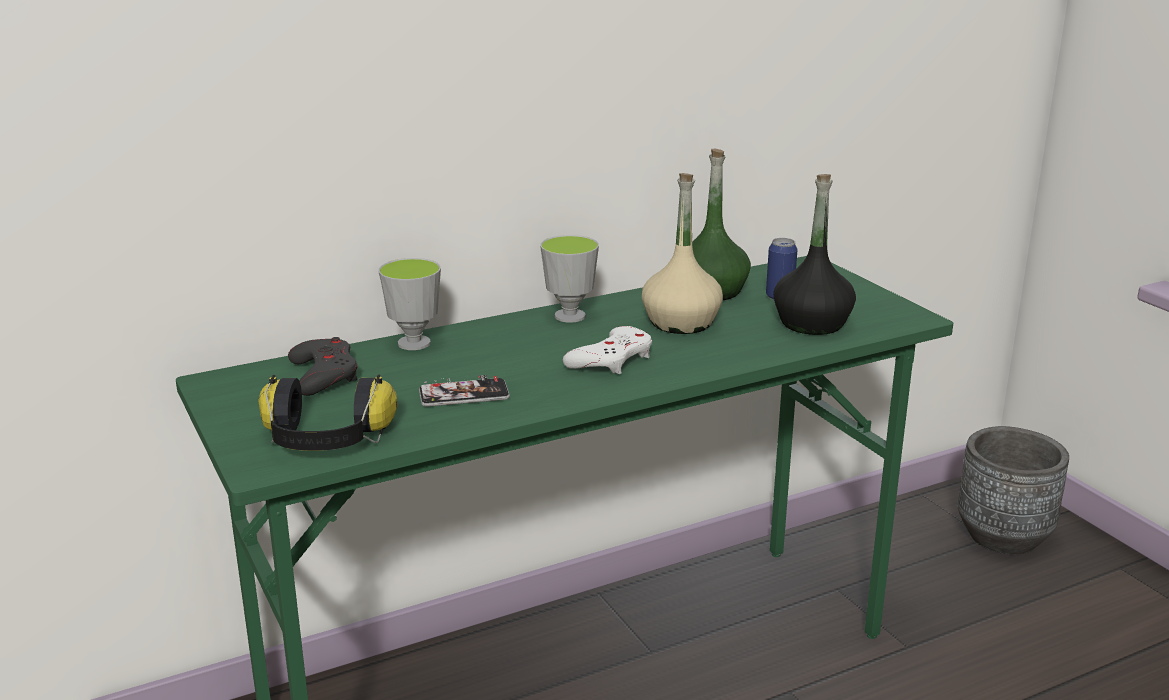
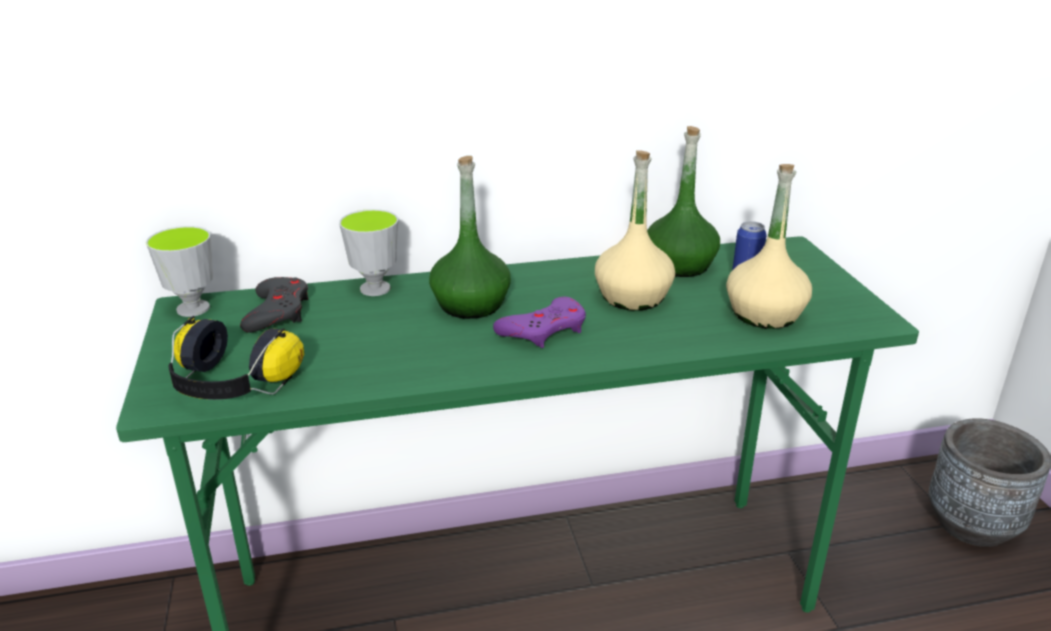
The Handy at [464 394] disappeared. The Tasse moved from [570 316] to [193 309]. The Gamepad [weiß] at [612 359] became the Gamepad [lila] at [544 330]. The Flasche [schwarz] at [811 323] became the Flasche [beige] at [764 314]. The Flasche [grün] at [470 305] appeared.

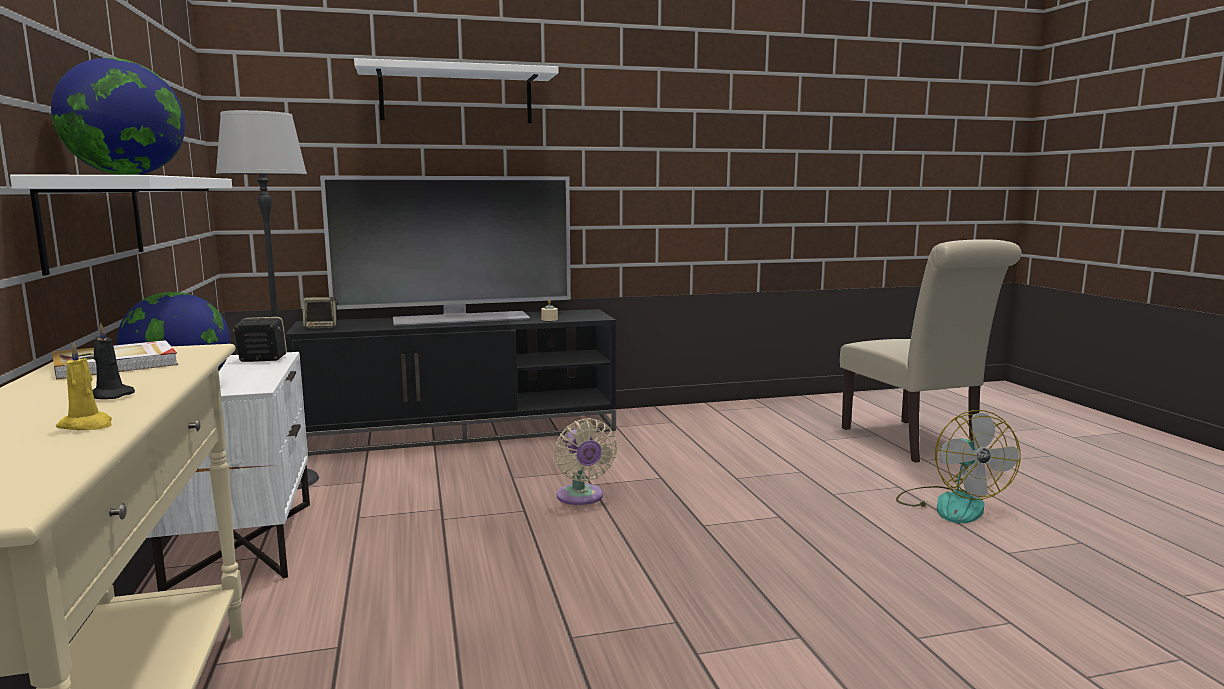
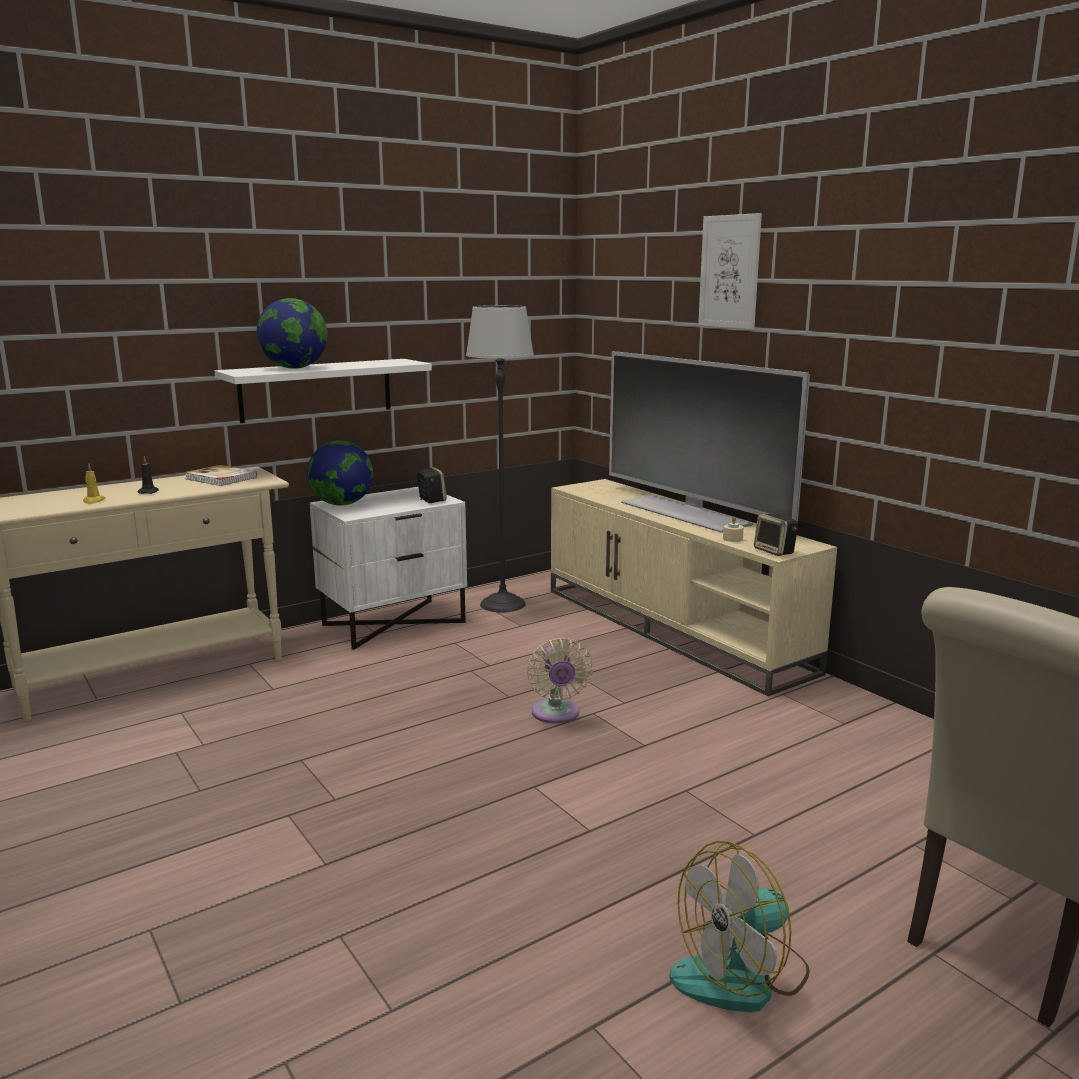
The Fernsehschrank [schwarz] at [463 431] became the Fernsehschrank [beige] at [675 629]. The Lautsprecher moved from [322 327] to [775 551]. The Wandregal [weiß] at [456 96] was replaced by the Bild at [729 272]. The Ventilator [beige] at [581 498] turned 60 degrees counterclockwise.

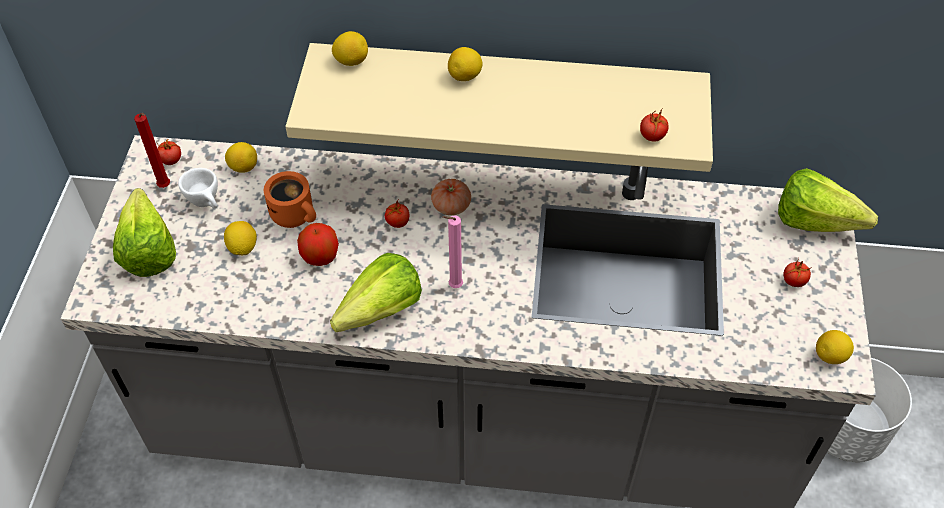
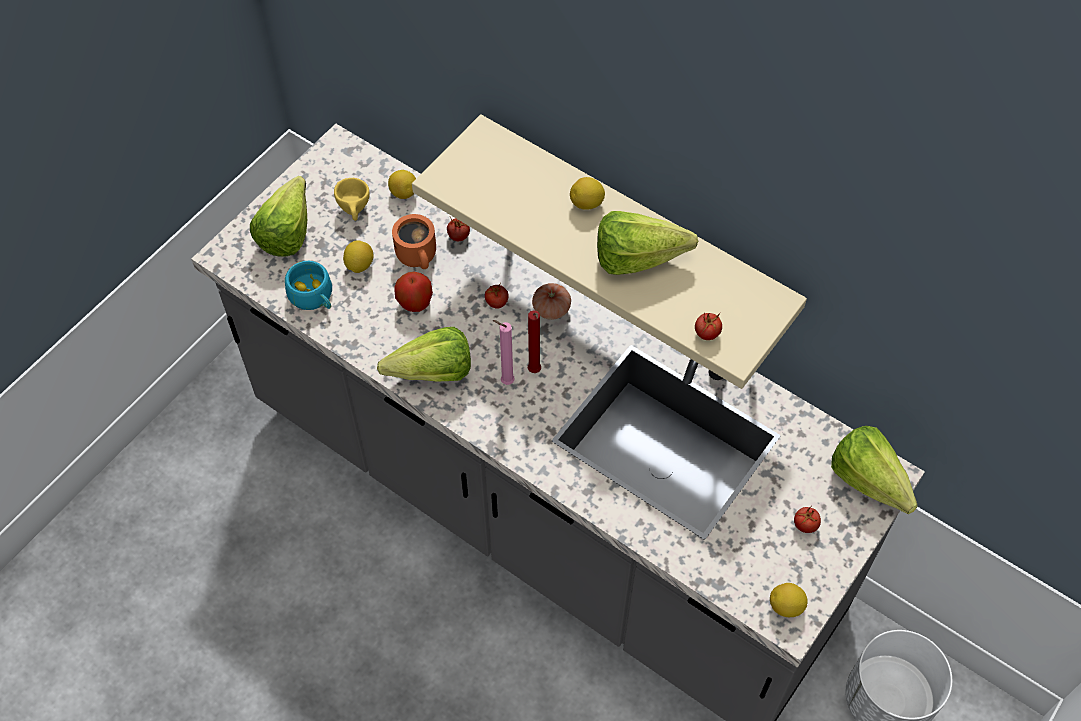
The Kerze [rot] moved from [165 187] to [534 372]. The Tomate moved from [171 160] to [459 236]. The Tasse [weiß] at [207 203] became the Tasse [gelb] at [355 212]. The Zitrone at [351 61] disappeared. The Tasse [türkis] at [314 297] appeared. The Salatkopf at [645 261] appeared.

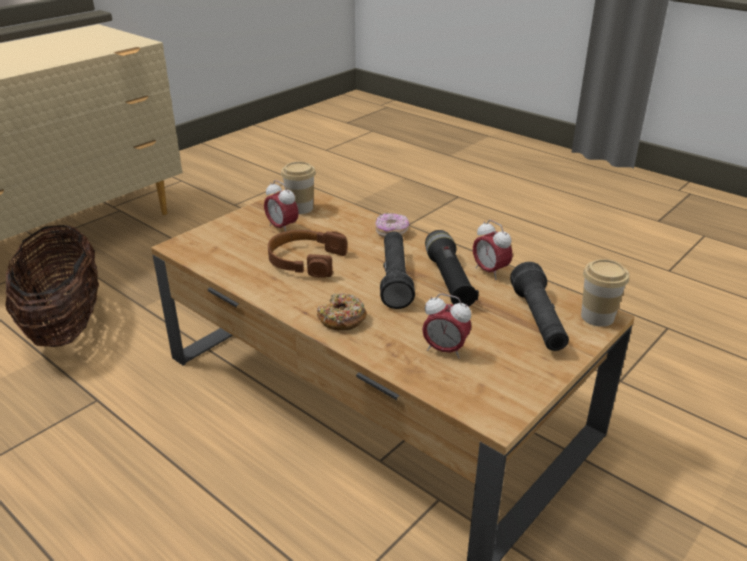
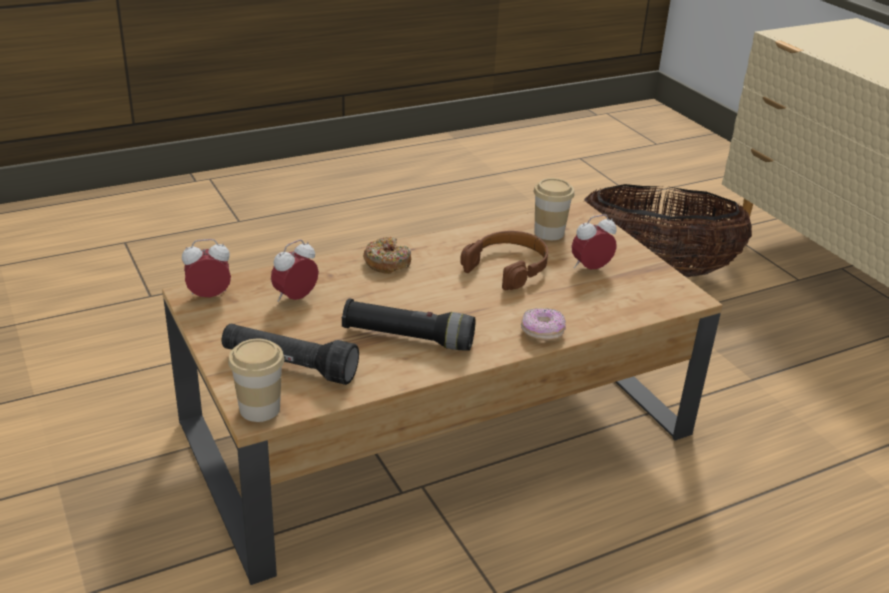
The Tasse moved from [300 208] to [549 233]. The Taschenlampe [schwarz] at [395 279] disappeared. The Wecker moved from [490 272] to [209 296].

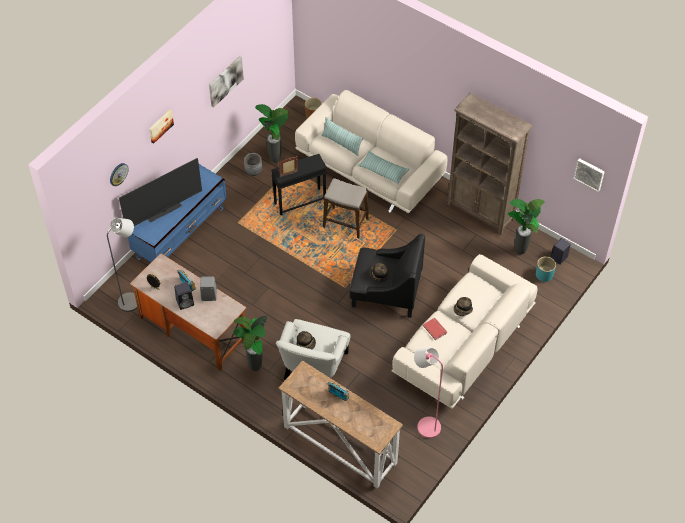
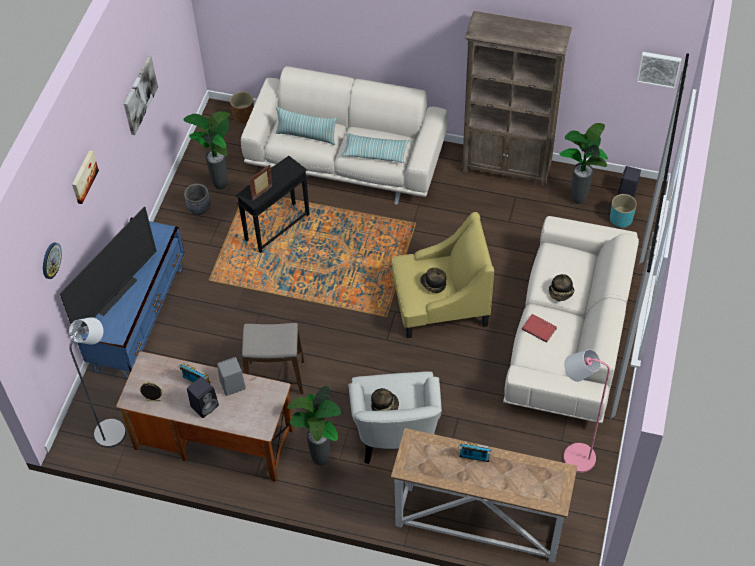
The Hocker moved from [345 223] to [275 378]. The Sessel [schwarz] at [386 292] became the Sessel [gelb] at [440 304].

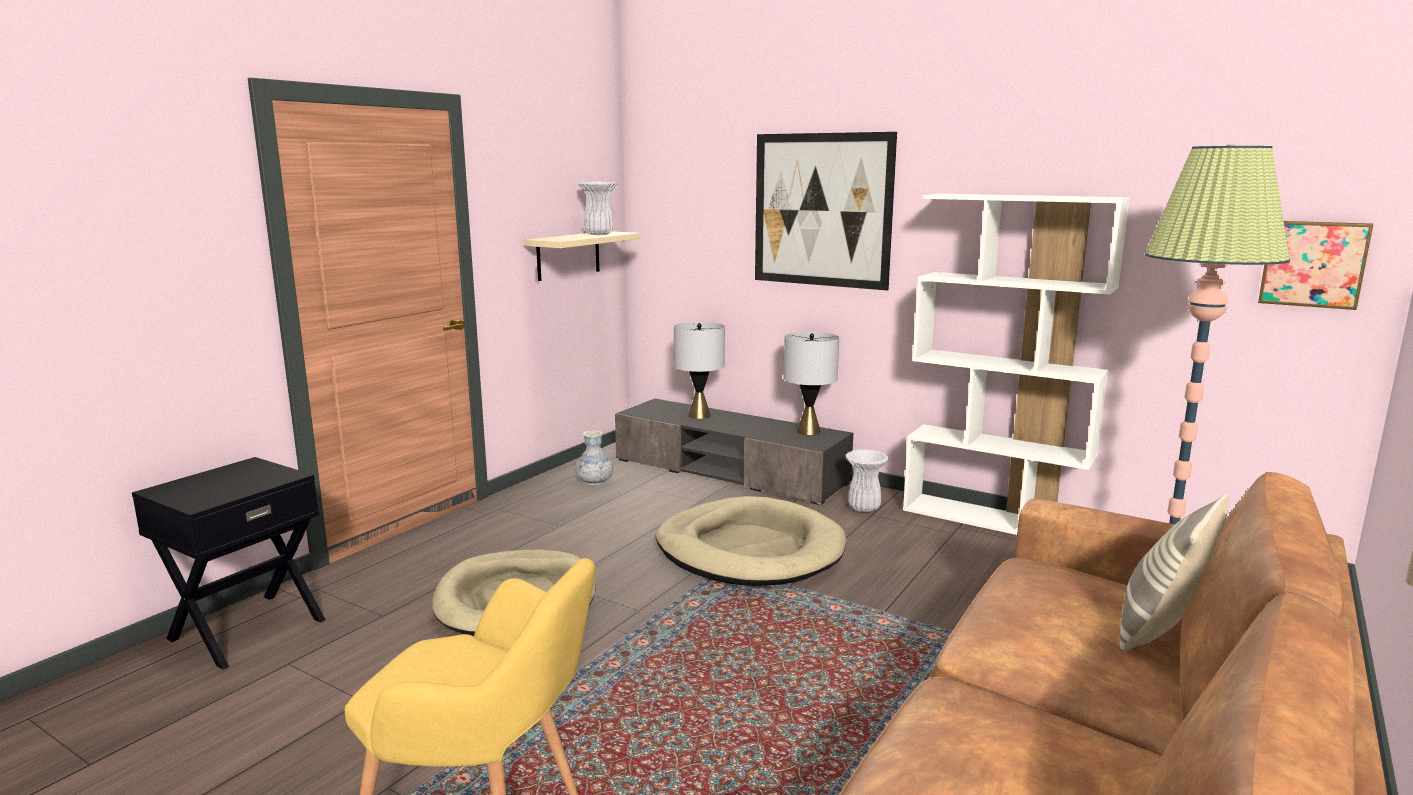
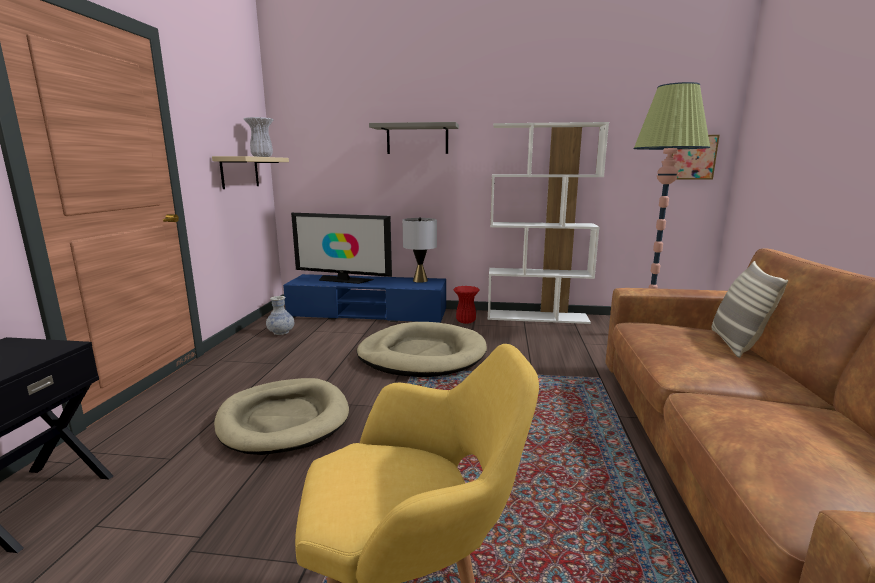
The Fernsehschrank [grau] at [729 471] became the Fernsehschrank [blau] at [368 314]. The Tischlampe [grau] at [699 415] was replaced by the Fernseher at [343 280]. The Bild at [821 210] was replaced by the Wandregal [grau] at [417 139]. The Vase [weiß] at [864 508] became the Vase [rot] at [466 321].

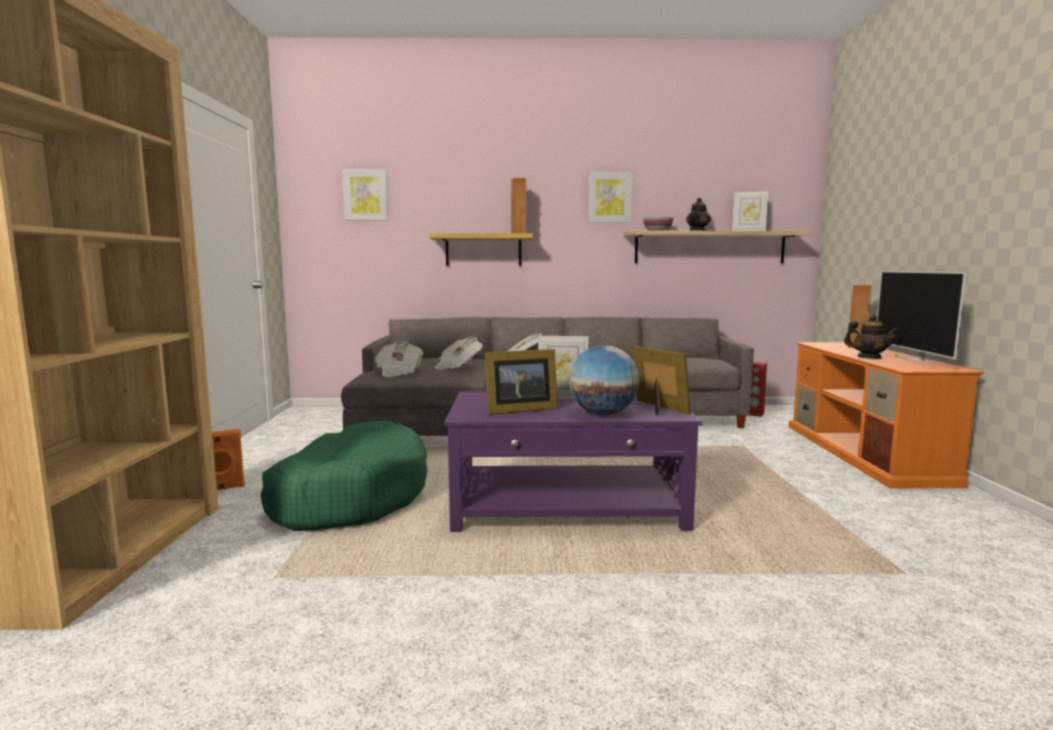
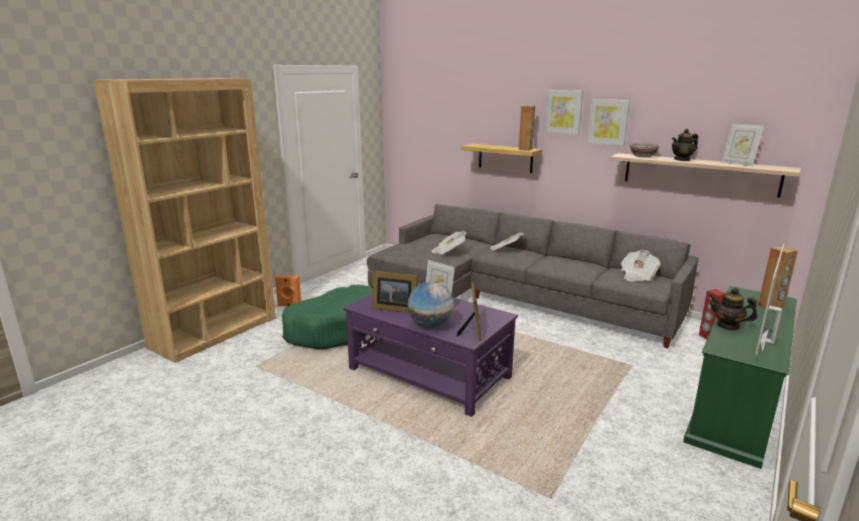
The Bild moved from [365 195] to [563 112]. The Zeitung moved from [398 372] to [637 276]. The Fernsehschrank [orange] at [866 453] became the Fernsehschrank [grün] at [735 406]. The Teekanne at [869 358] turned 135 degrees clockwise.

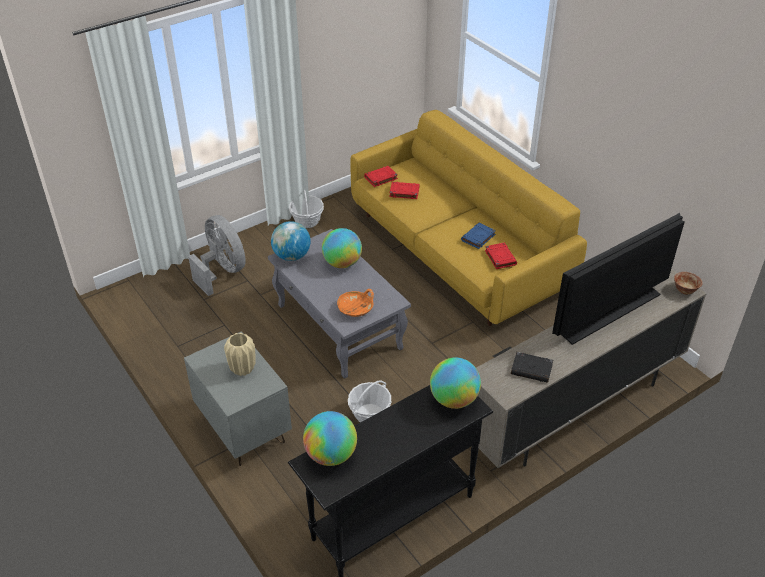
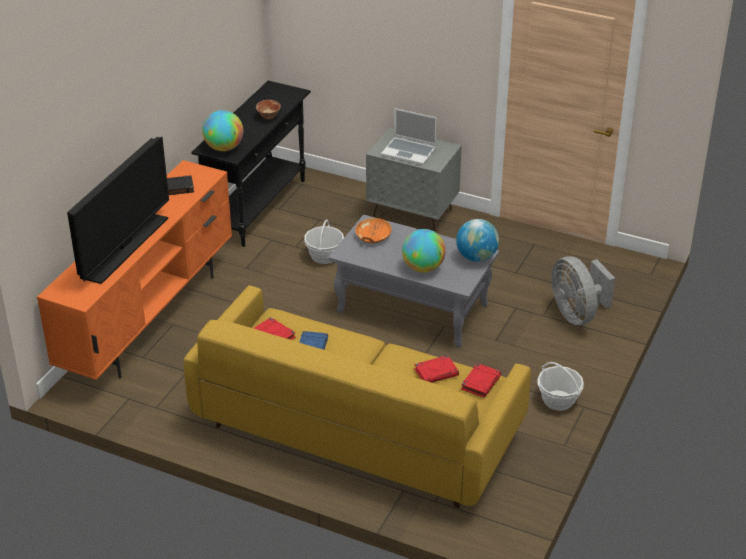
The Ventilator [grau] at [222 271] turned 45 degrees clockwise. The Vase [beige] at [242 369] was replaced by the Laptop at [409 152]. The Globus at [331 455] disappeared. The Fernsehschrank [beige] at [574 410] became the Fernsehschrank [orange] at [149 319]. The Schüssel moved from [684 290] to [269 117].

